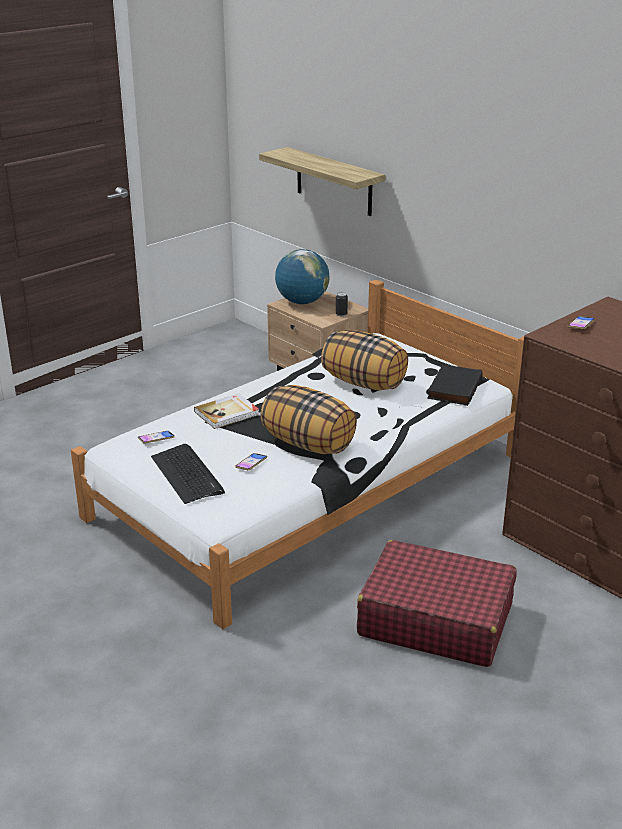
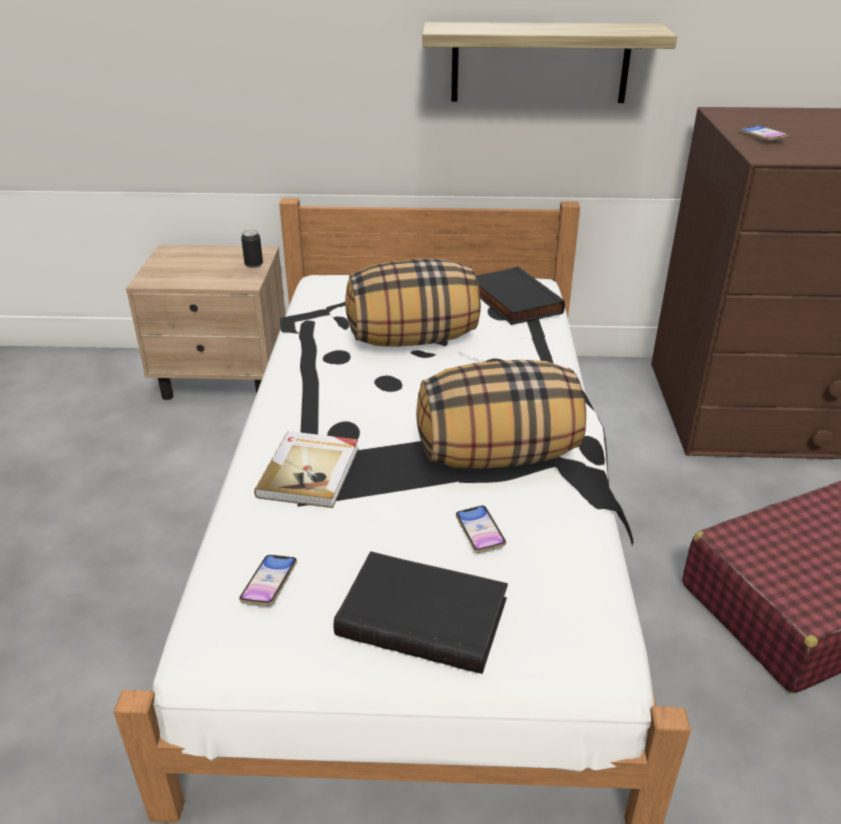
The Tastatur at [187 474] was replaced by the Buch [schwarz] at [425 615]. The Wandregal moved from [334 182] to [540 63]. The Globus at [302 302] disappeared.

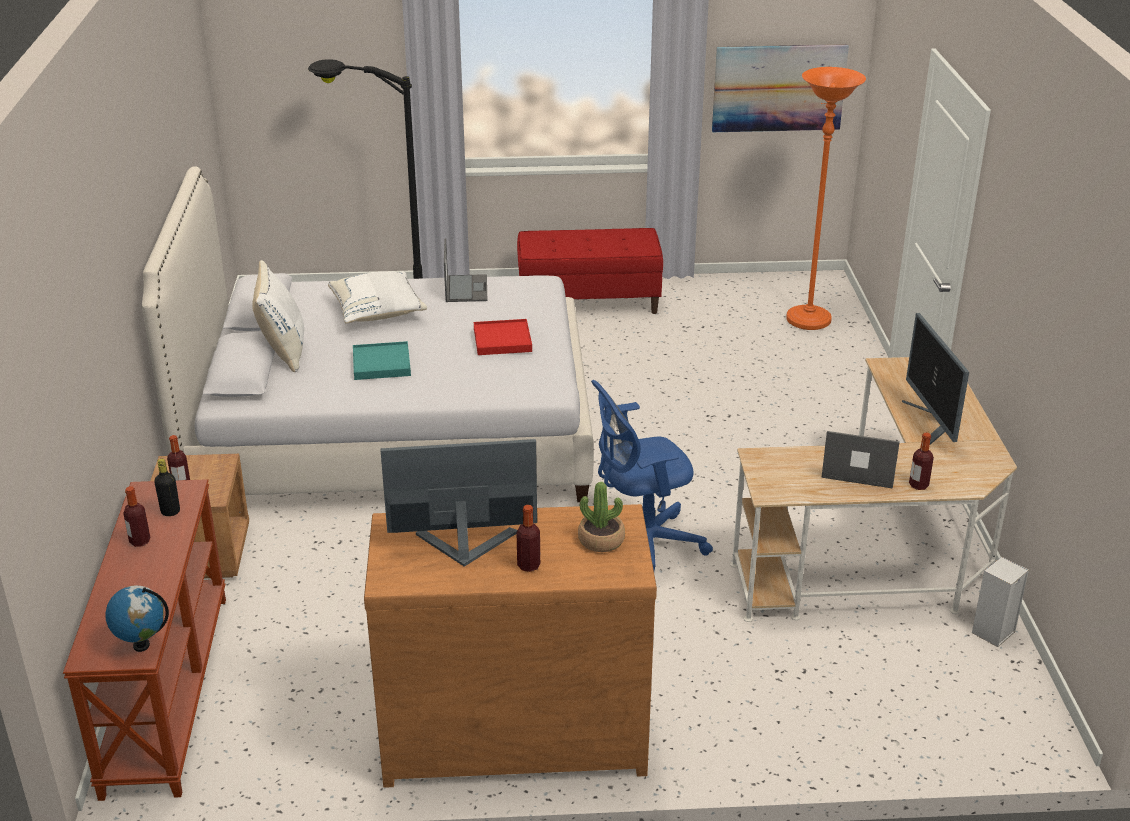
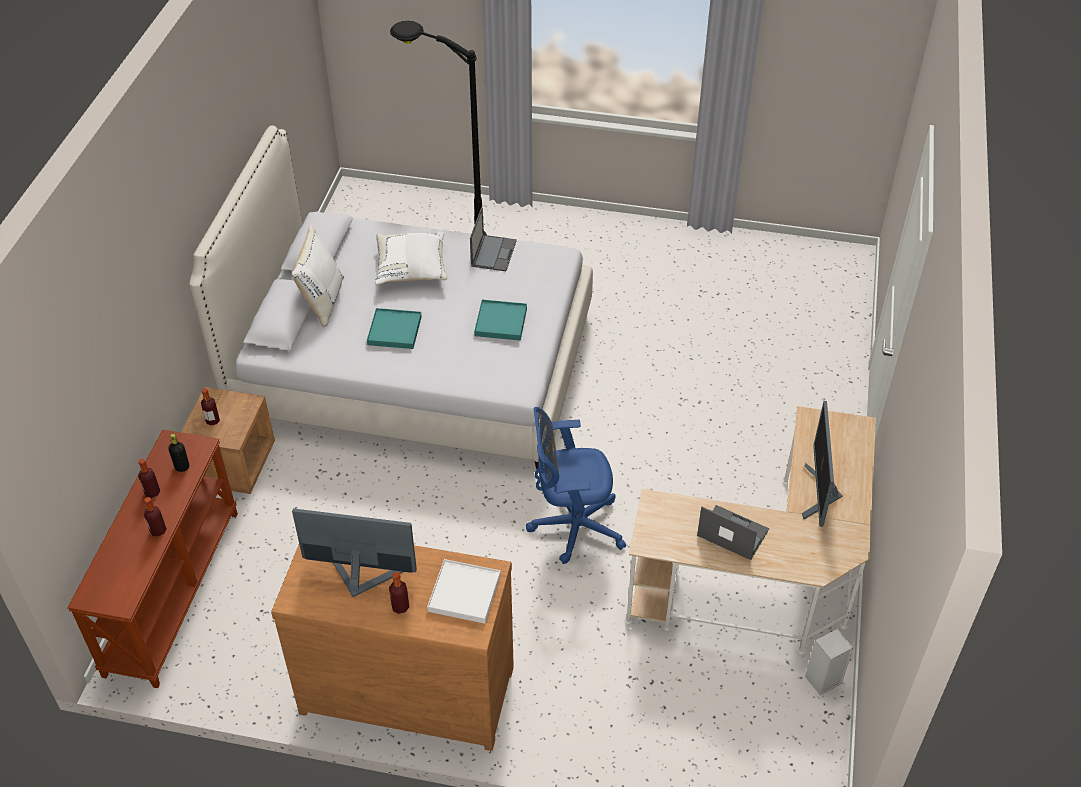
The Globus at [141 645] disappeared. The Tablett [rot] at [502 340] became the Tablett [türkis] at [500 322]. The Bank [rot] at [588 302] disappeared. The Topfpflanze at [601 540] was replaced by the Tablett [weiß] at [464 593]. The Bild at [778 88] disappeared. The Stehlampe [orange] at [808 320] disappeared. The Flasche moved from [918 485] to [158 531].

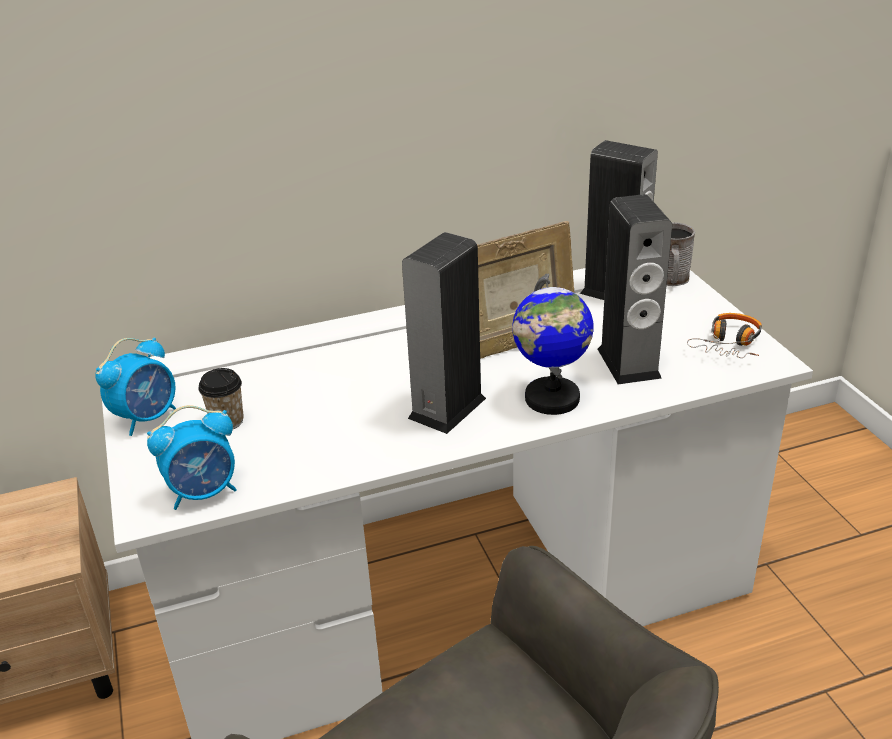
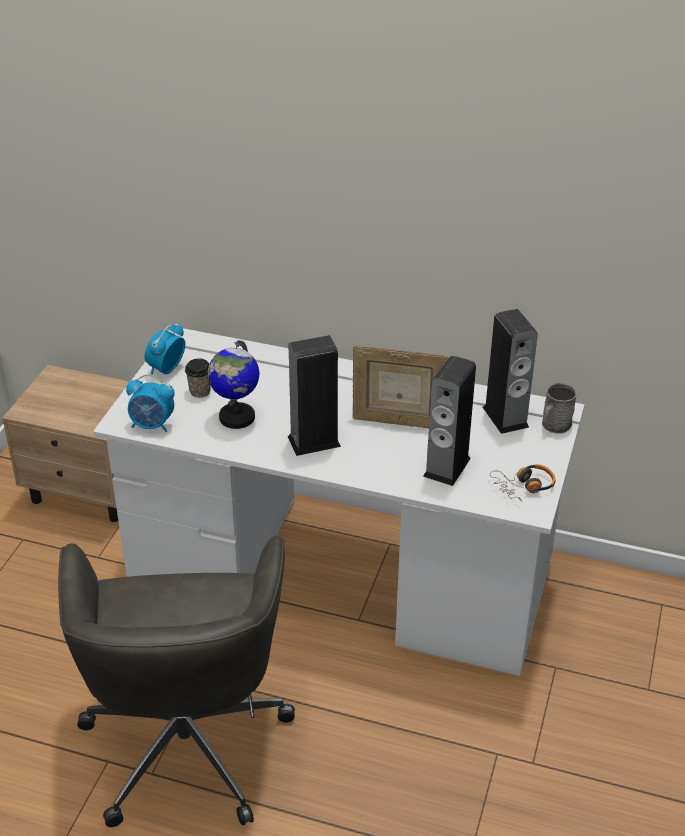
The Wecker at [147 417] turned 135 degrees clockwise. The Globus moved from [551 399] to [236 417].

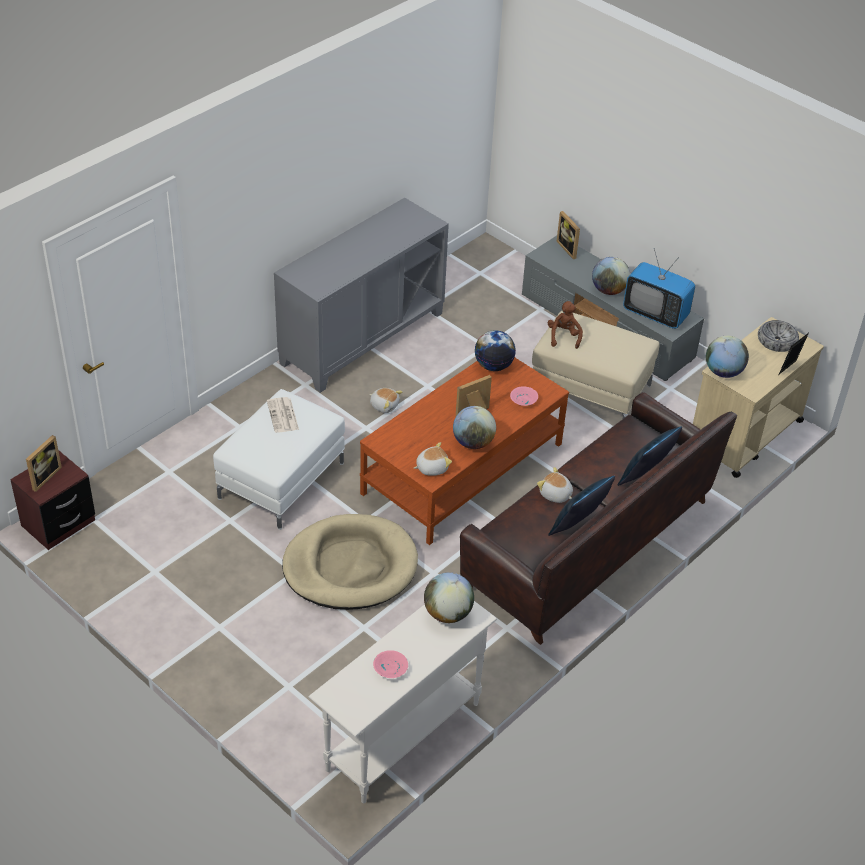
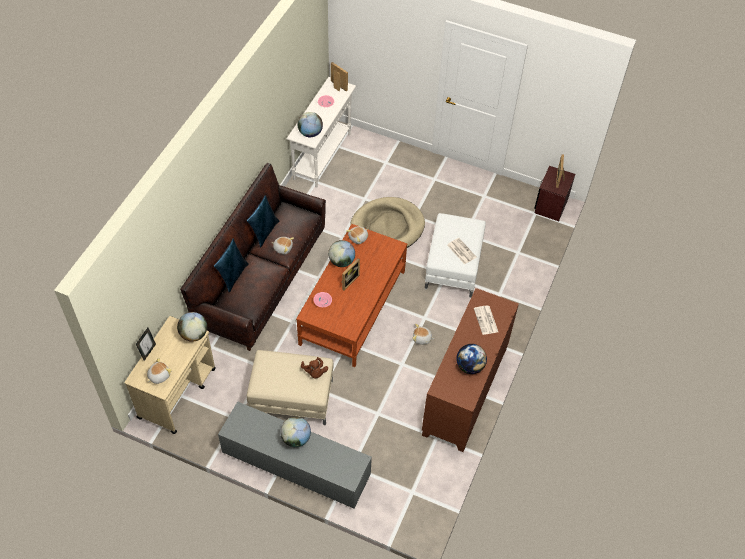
The Schrank [grau] at [362 337] became the Schrank [braun] at [465 391]. The Globus moved from [493 366] to [470 366]. The Bilderrahmen moved from [569 249] to [337 87]. The Fernseher at [655 313] disappeared. The Schüssel at [777 341] was replaced by the Plüschtier at [158 375]. The Zeitung at [486 320] appeared.

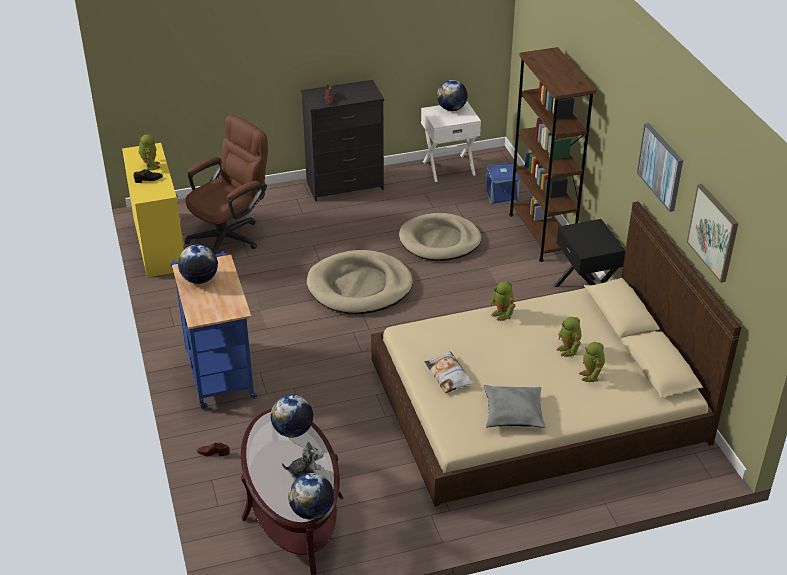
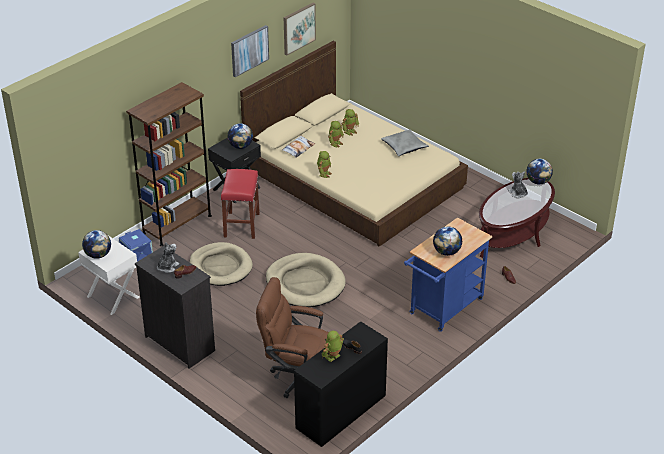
The Schreibtisch [gelb] at [159 244] became the Schreibtisch [schwarz] at [341 412]. The Globus moved from [292 431] to [240 146]. The Kissen moved from [448 375] to [298 149]. The Plüschtier at [167 267] appeared. The Hocker [rot] at [241 225] appeared.

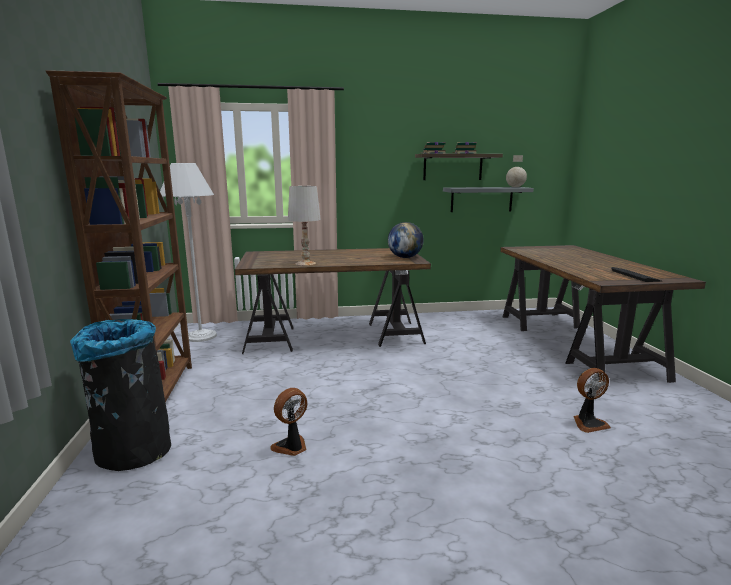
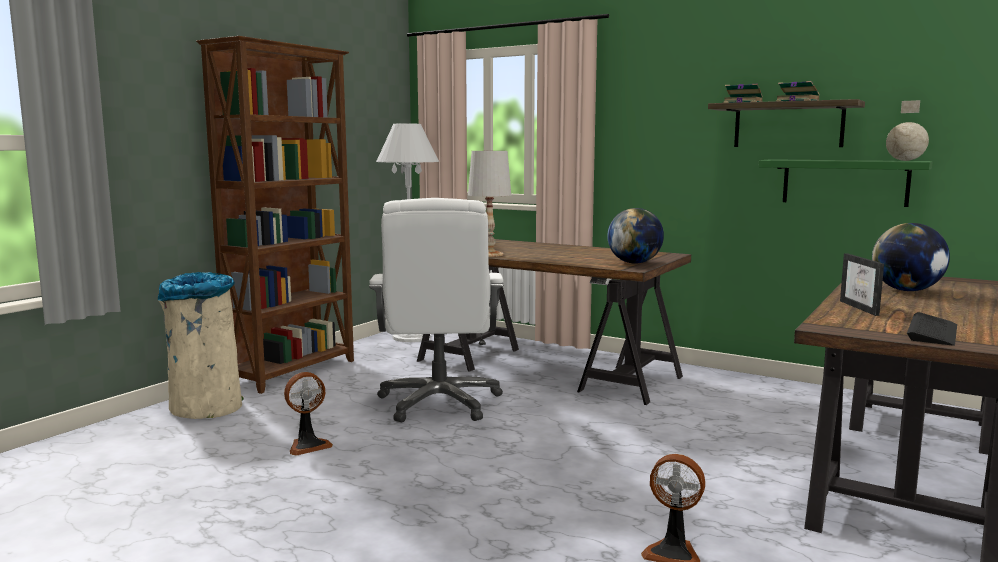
The Mülleimer [schwarz] at [133 451] became the Mülleimer [beige] at [205 407]. The Ventilator at [291 447] turned 150 degrees clockwise. The Wandregal [grau] at [481 199] became the Wandregal [grün] at [844 182]. The Bürostuhl [weiß] at [440 403] appeared. The Bilderrahmen at [866 308] appeared. The Globus at [907 290] appeared.

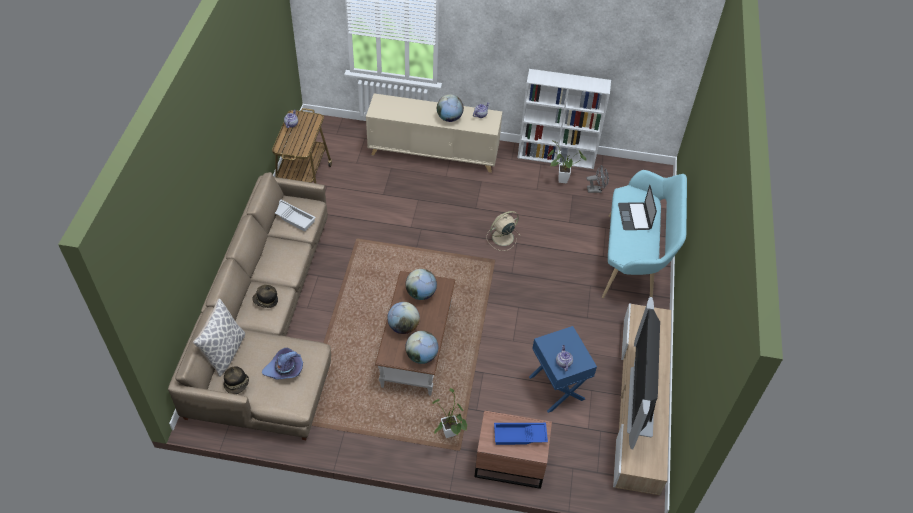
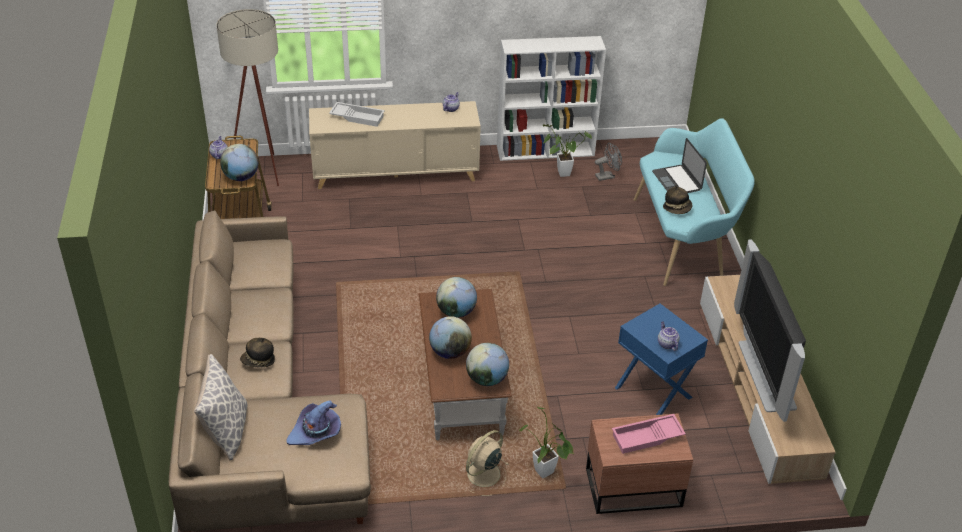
The Hut moved from [237 384] to [677 208]. The Tablett [weiß] moved from [293 217] to [358 117]. The Globus moved from [449 118] to [241 177]. The Ventilator [beige] moved from [502 238] to [482 475]. The Tablett [blau] at [519 436] became the Tablett [rosa] at [647 438]. The Stehlampe [beige] at [263 174] appeared.

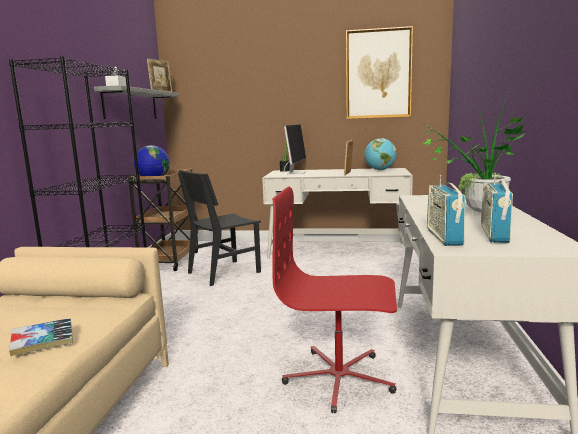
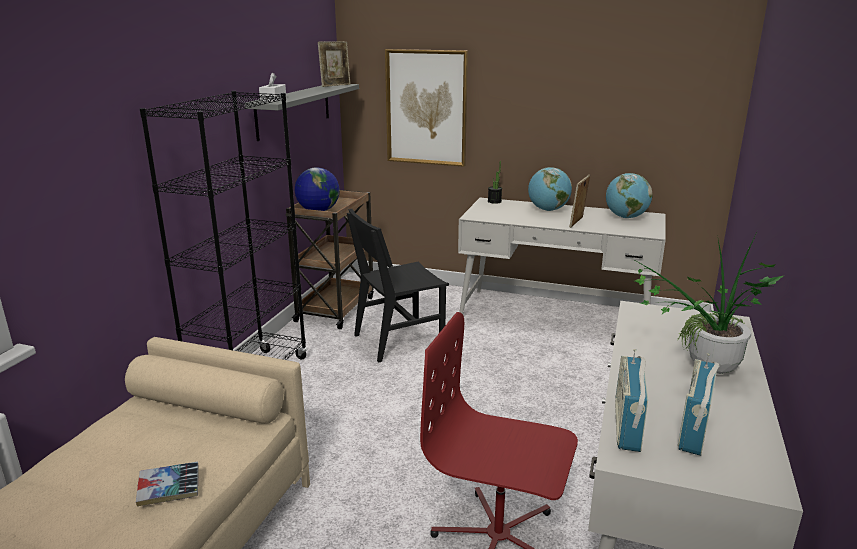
The Monitor at [296 173] disappeared. The Bild moved from [378 74] to [426 108]. The Globus at [548 210] appeared.

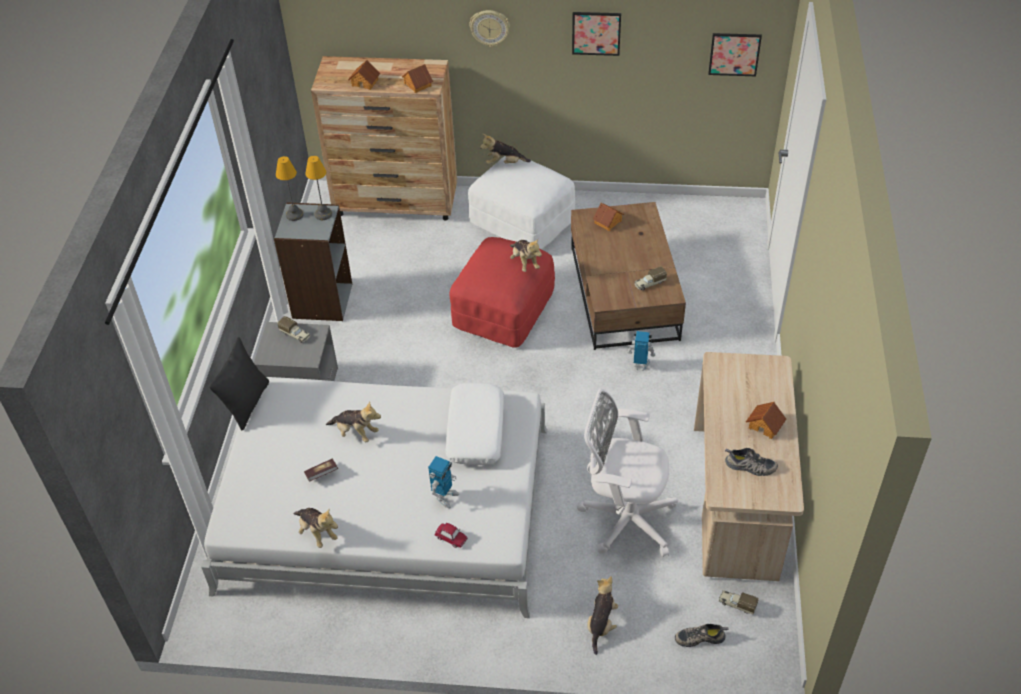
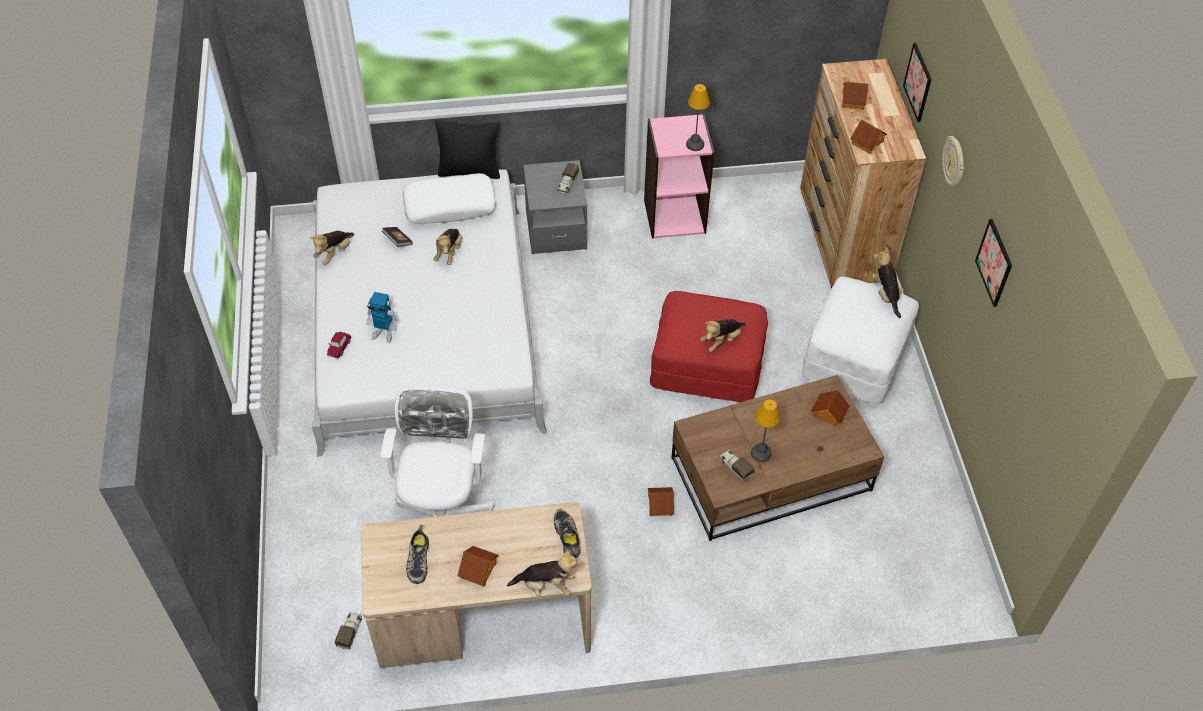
The Bücherregal [grau] at [321 301] became the Bücherregal [rosa] at [674 216]. The Tischlampe moved from [294 214] to [761 452]. The Kissen [weiß] moved from [475 430] to [450 206]. The Plüschtier moved from [601 624] to [546 585]. The Spielzeugroboter at [640 365] was replaced by the Spielzeughaus at [659 505]. The Schuh moved from [700 637] to [568 536]. The Bild moved from [734 54] to [918 82].

